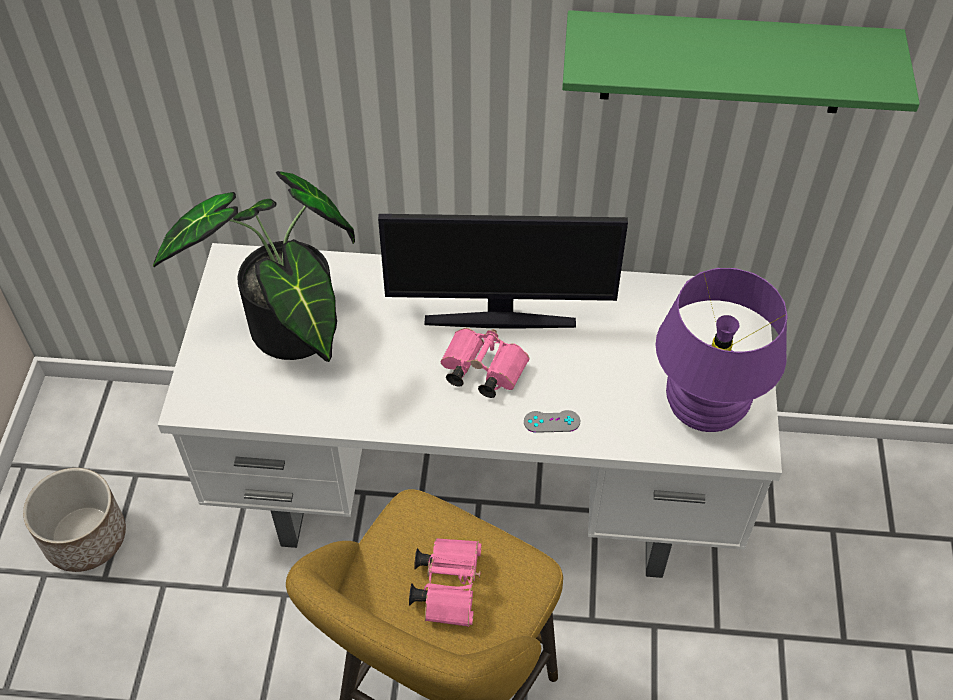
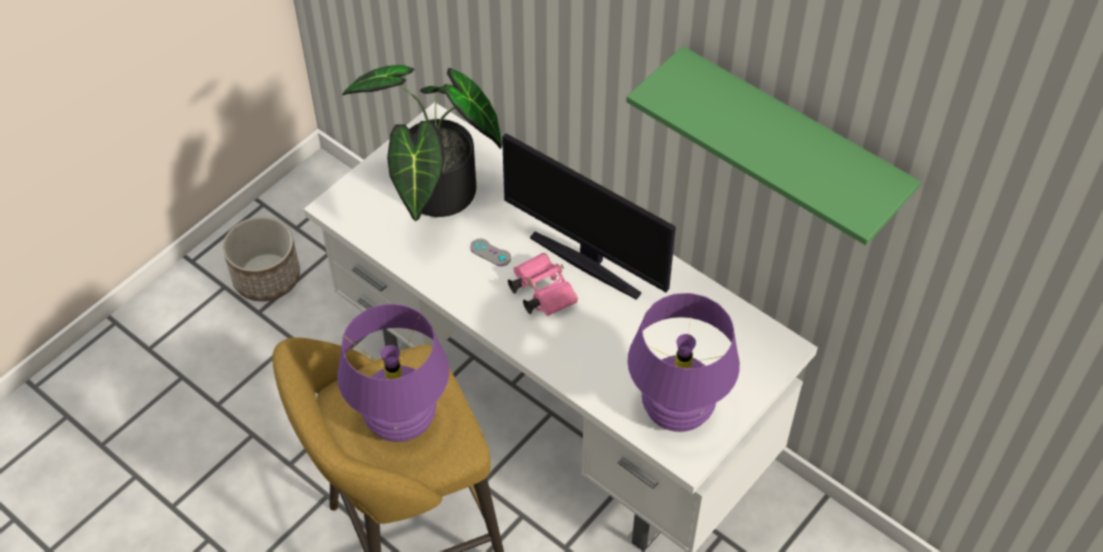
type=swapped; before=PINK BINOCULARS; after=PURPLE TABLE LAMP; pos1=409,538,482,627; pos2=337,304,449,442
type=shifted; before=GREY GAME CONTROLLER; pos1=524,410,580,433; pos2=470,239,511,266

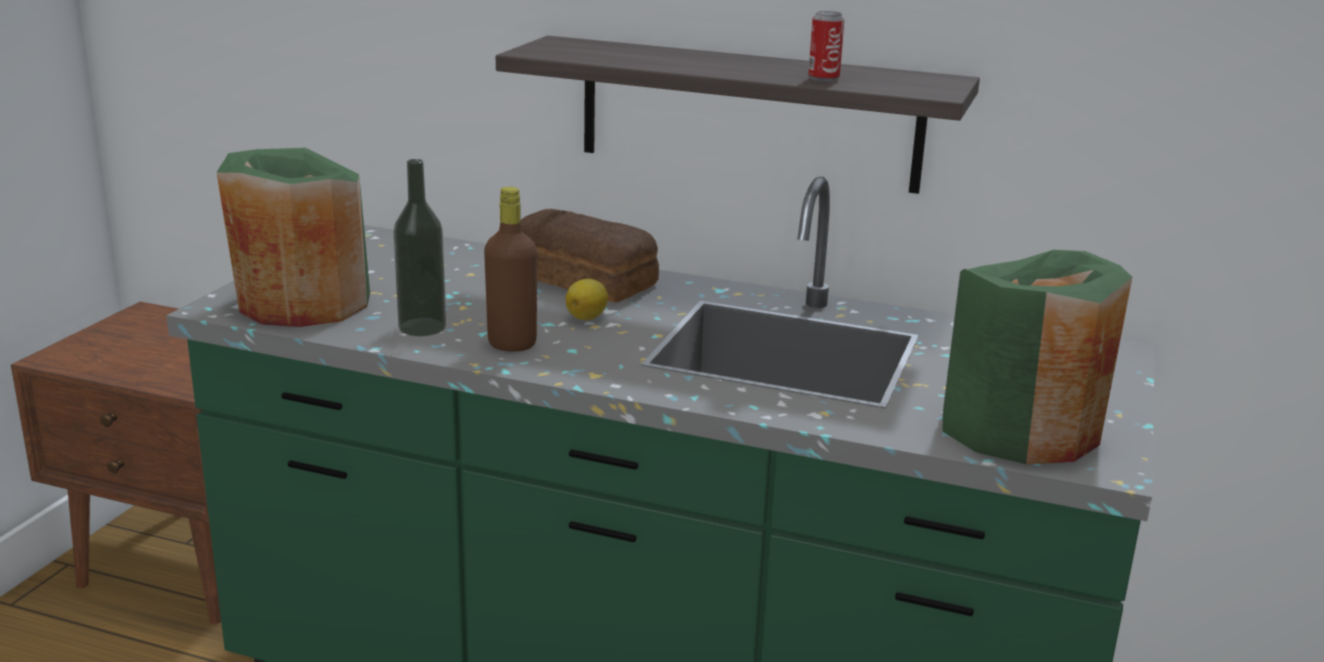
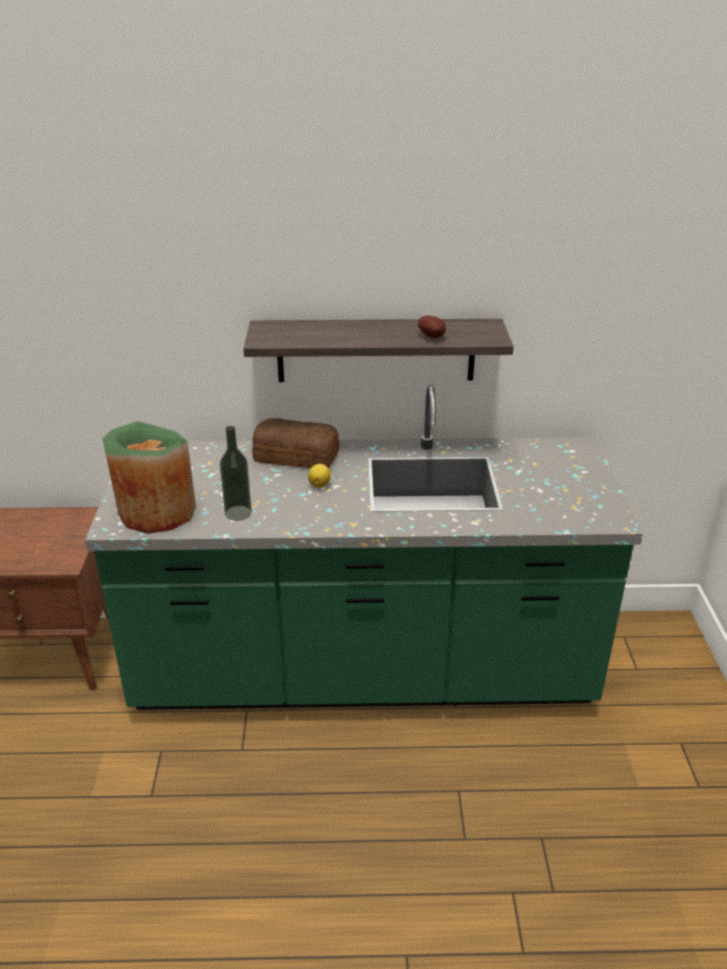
type=gone; before=BROWN BOTTLE; pos1=484,187,537,352
type=swapped; before=CAN; after=POTATO; pos1=808,11,844,82; pos2=418,316,446,339
type=gone; before=GREEN VASE; pos1=942,250,1132,464

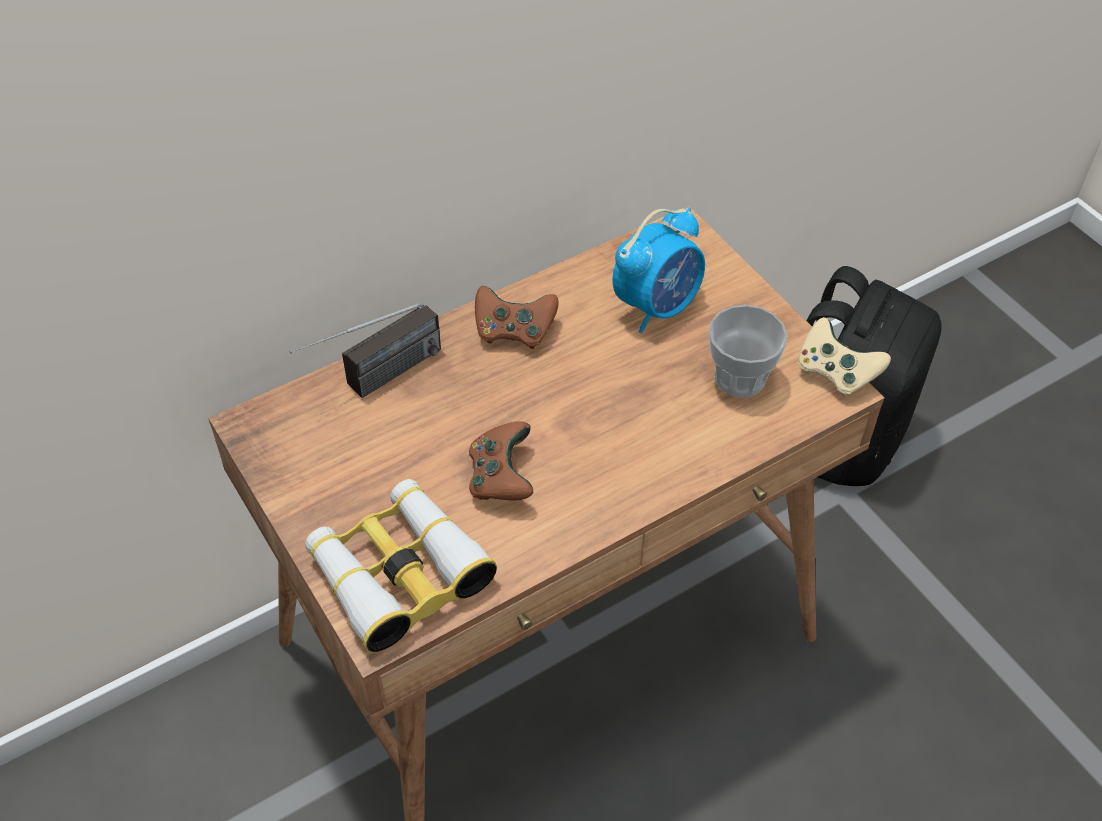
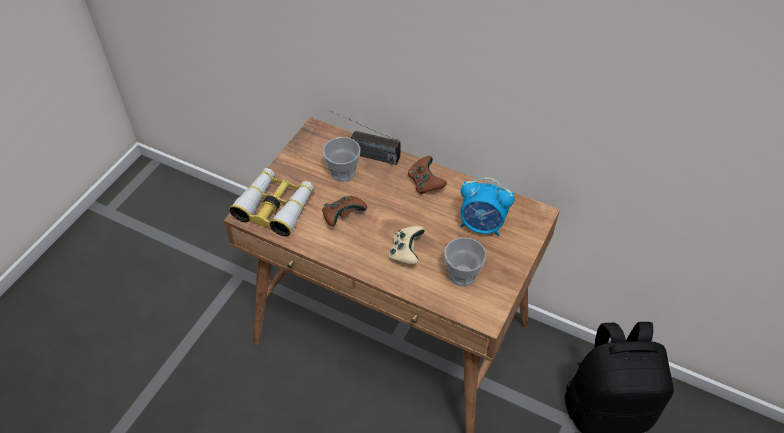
type=shifted; before=BEIGE GAME CONTROLLER; pos1=798,317,891,397; pos2=389,226,425,265
type=new; after=CUP; pos2=323,137,360,182

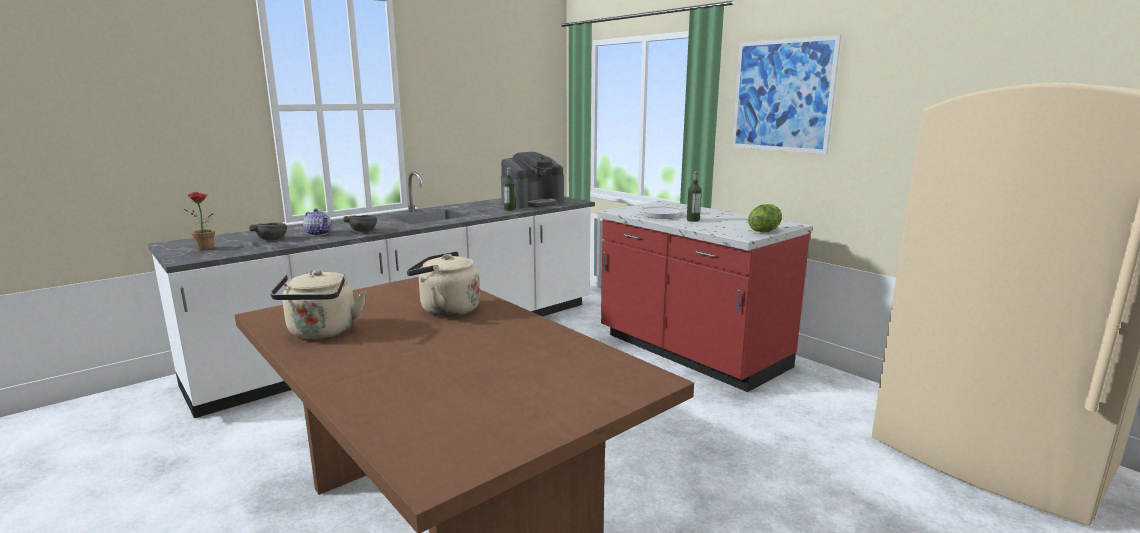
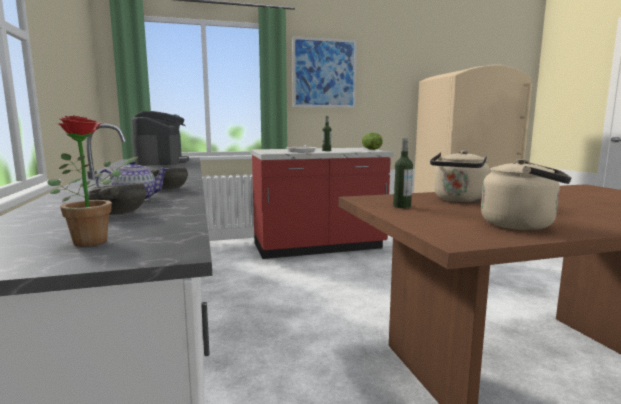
type=shifted; before=BOTTLE; pos1=503,167,515,211; pos2=393,139,413,208

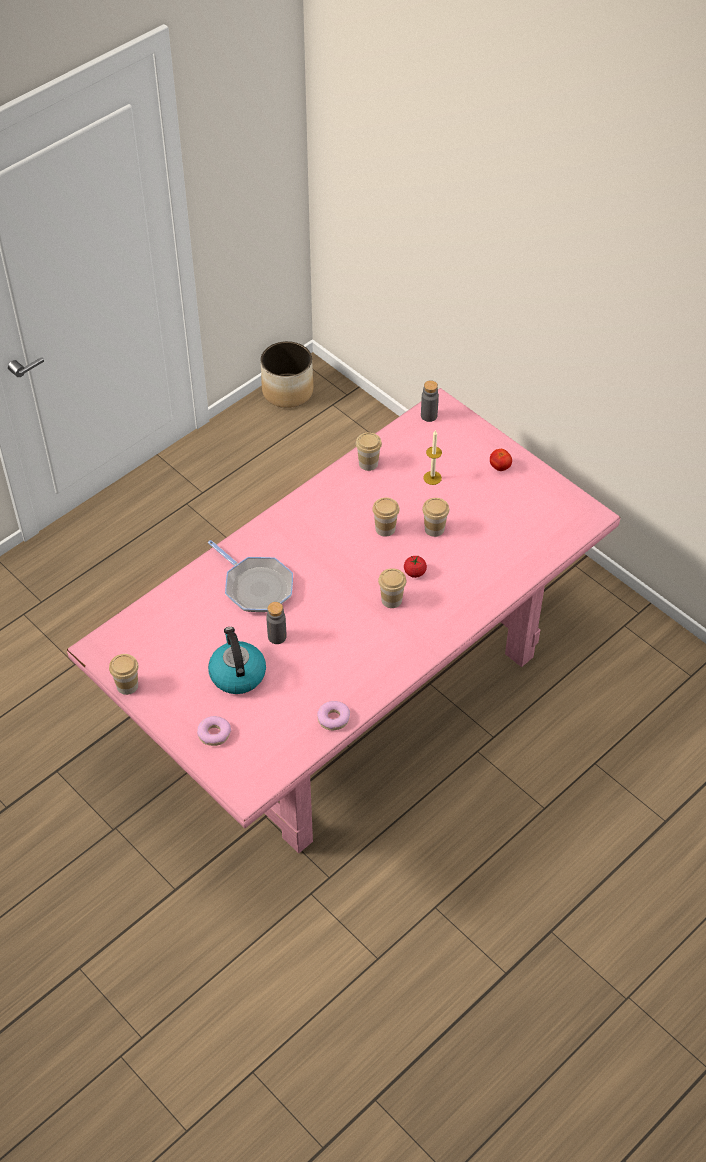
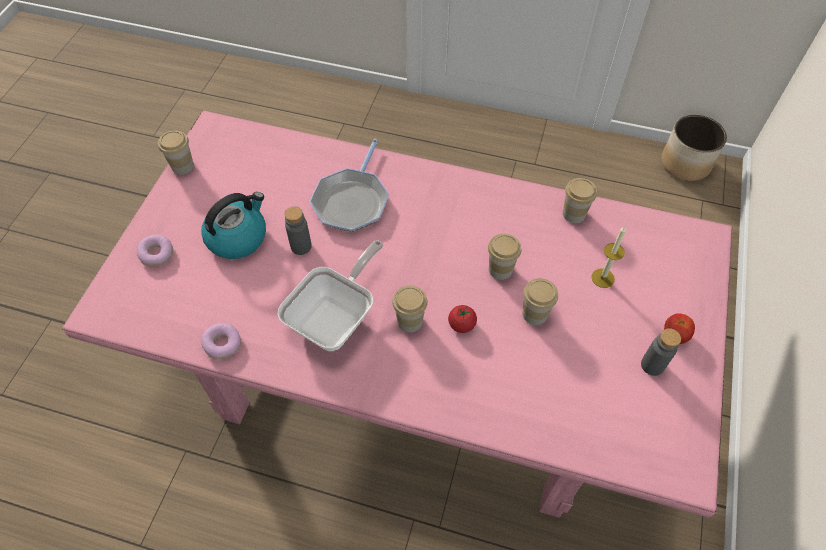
type=shifted; before=GREY BOTTLE; pos1=421,380,439,422; pos2=641,328,681,376
type=new; after=FRYING PAN; pos2=277,240,384,351

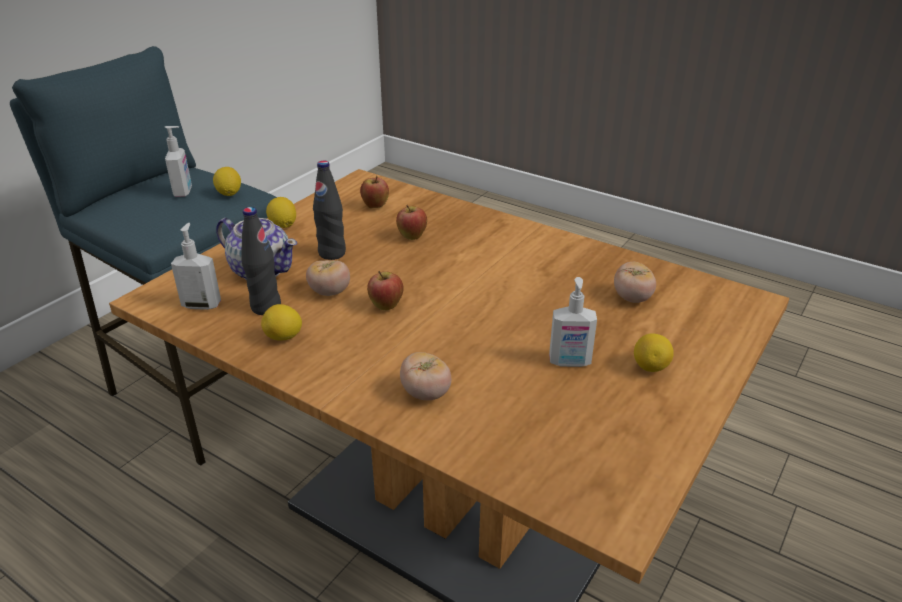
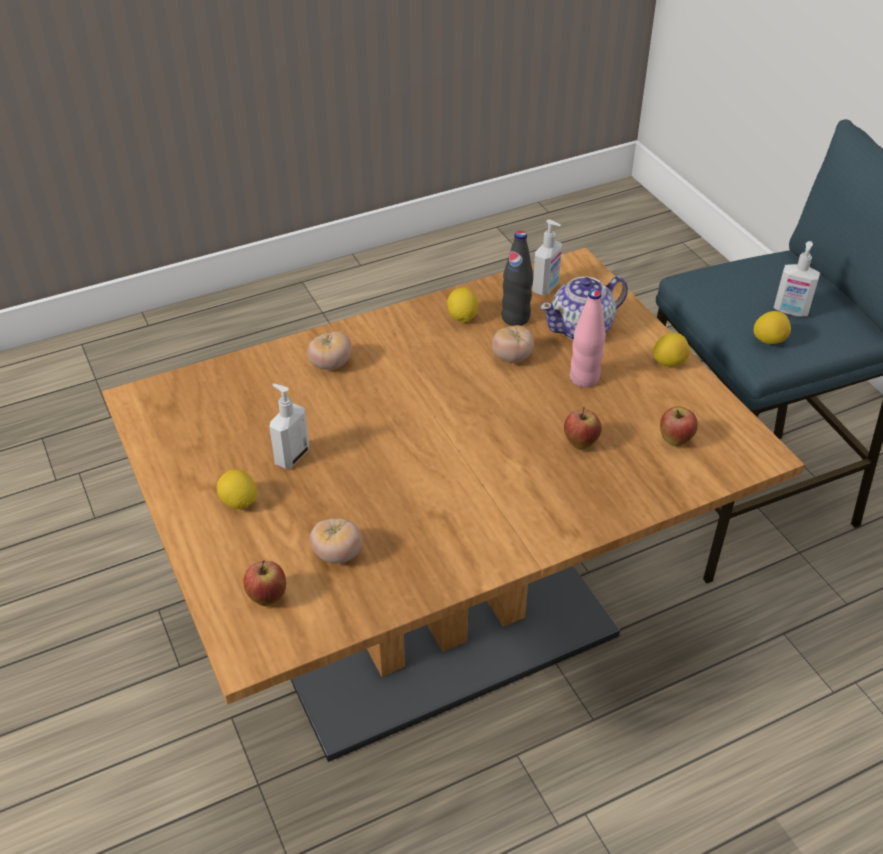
type=repainted; before=BLACK BOTTLE; after=PINK BOTTLE; pos1=313,161,346,260; pos2=570,290,606,387
type=shifted; before=APPLE; pos1=367,271,404,310; pos2=243,560,286,606

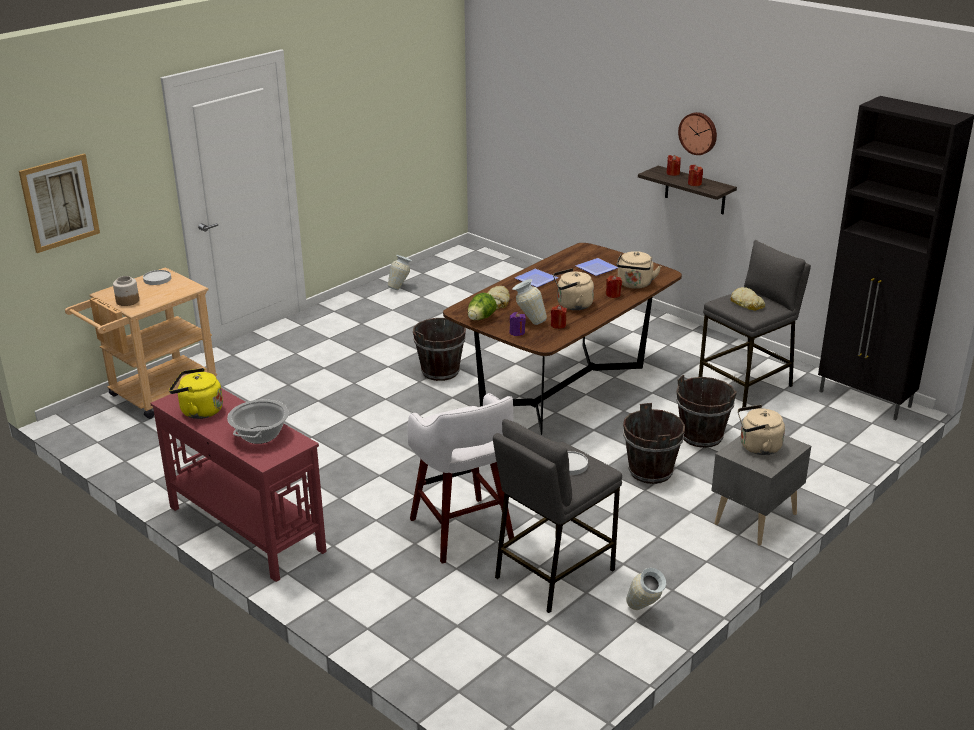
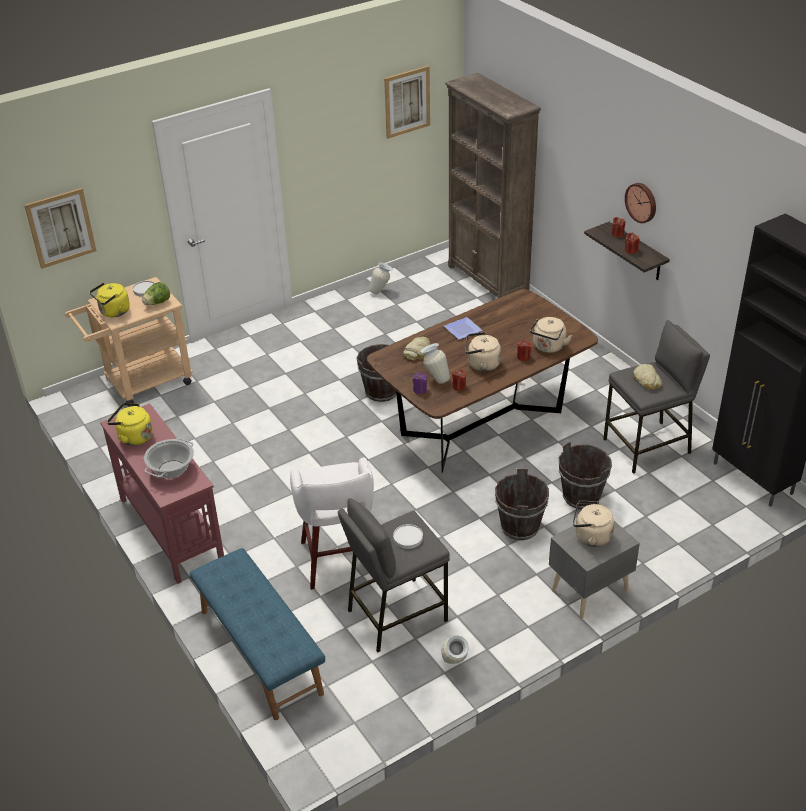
type=swapped; before=JAR; after=YELLOW KETTLE; pos1=113,276,139,306; pos2=90,283,130,317
type=shifted; before=LETTUCE; pos1=468,293,497,320; pos2=142,282,170,305
type=gone; before=PLATE; pos1=575,258,618,276
type=new; after=BLUE BENCH; pos2=189,548,325,720
type=new; after=PICTURE; pos2=384,66,430,139
type=new; after=BROWN BOOKCASE; pos2=445,73,541,298

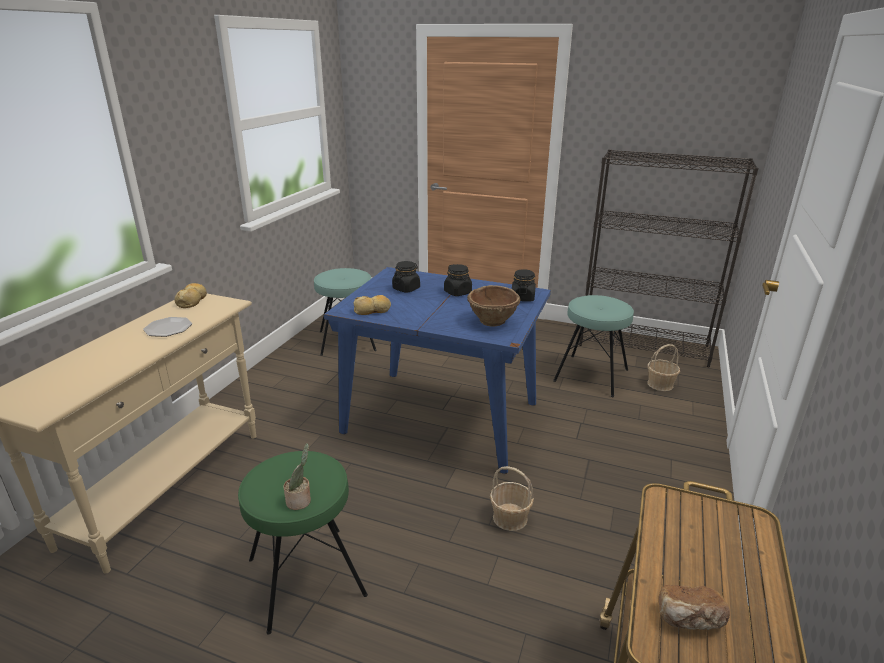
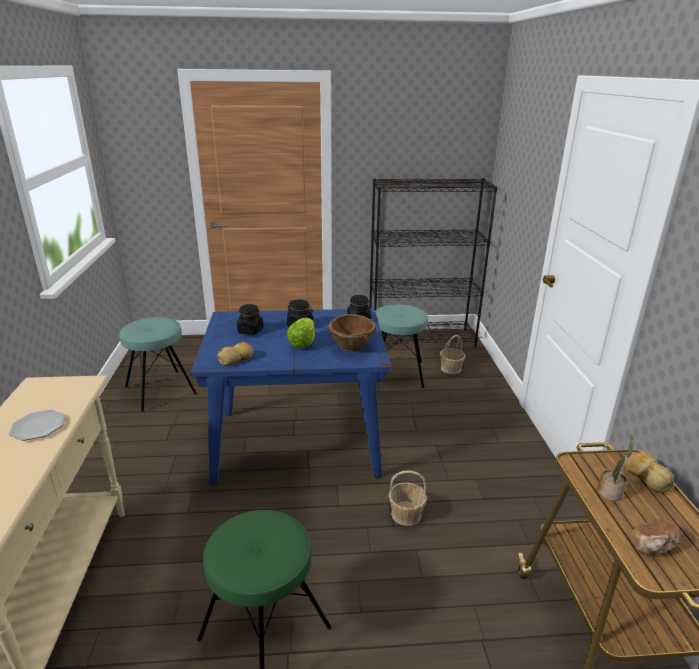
type=shifted; before=BREAD; pos1=174,283,207,308; pos2=625,452,674,493
type=shifted; before=POTTED PLANT; pos1=284,443,311,510; pos2=597,435,634,501
type=new; after=LETTUCE; pos2=287,318,315,348

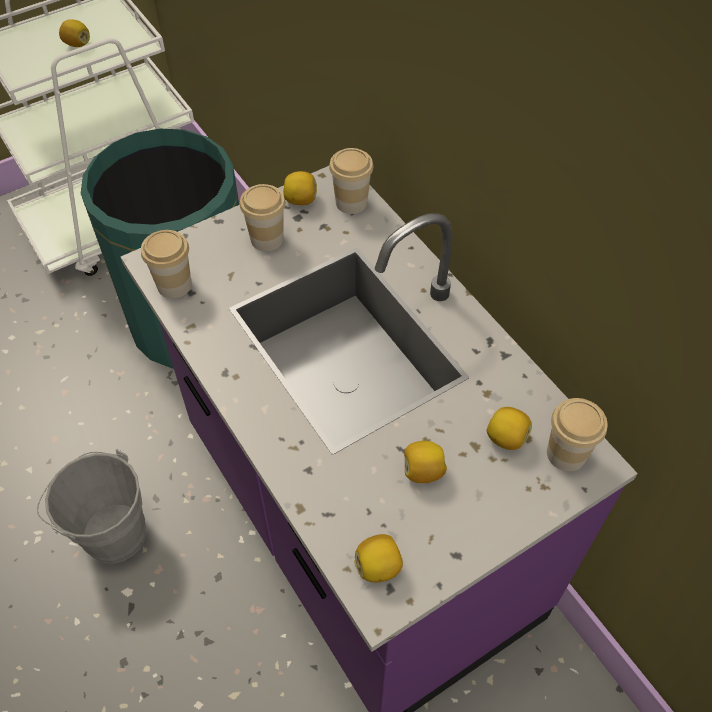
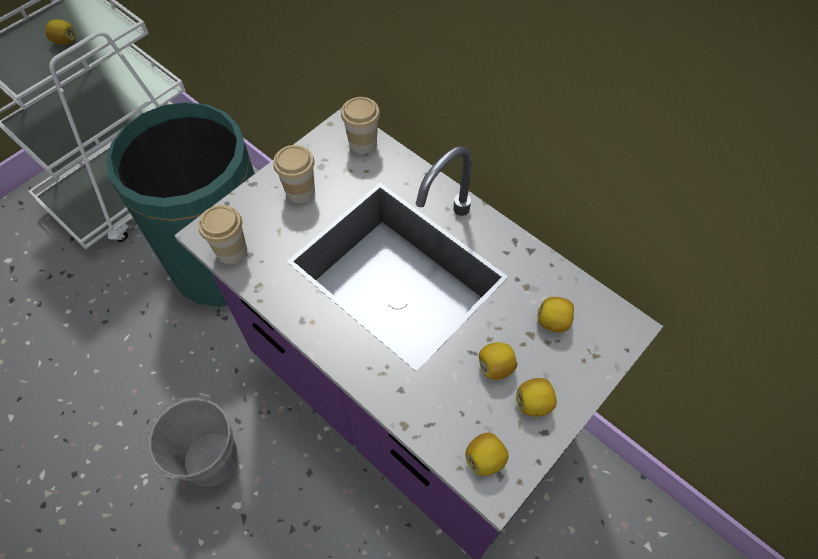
type=shifted; before=LEMON; pos1=283,171,317,205; pos2=516,378,557,417
type=gone; before=CUP; pos1=547,398,607,471

